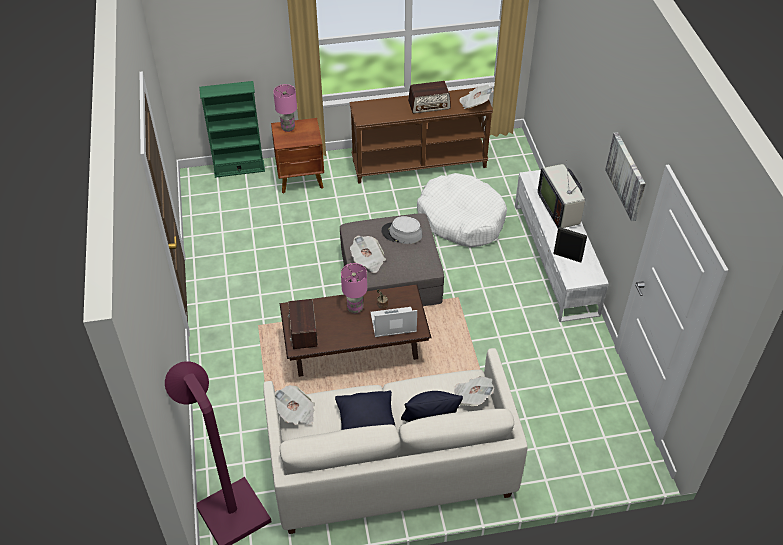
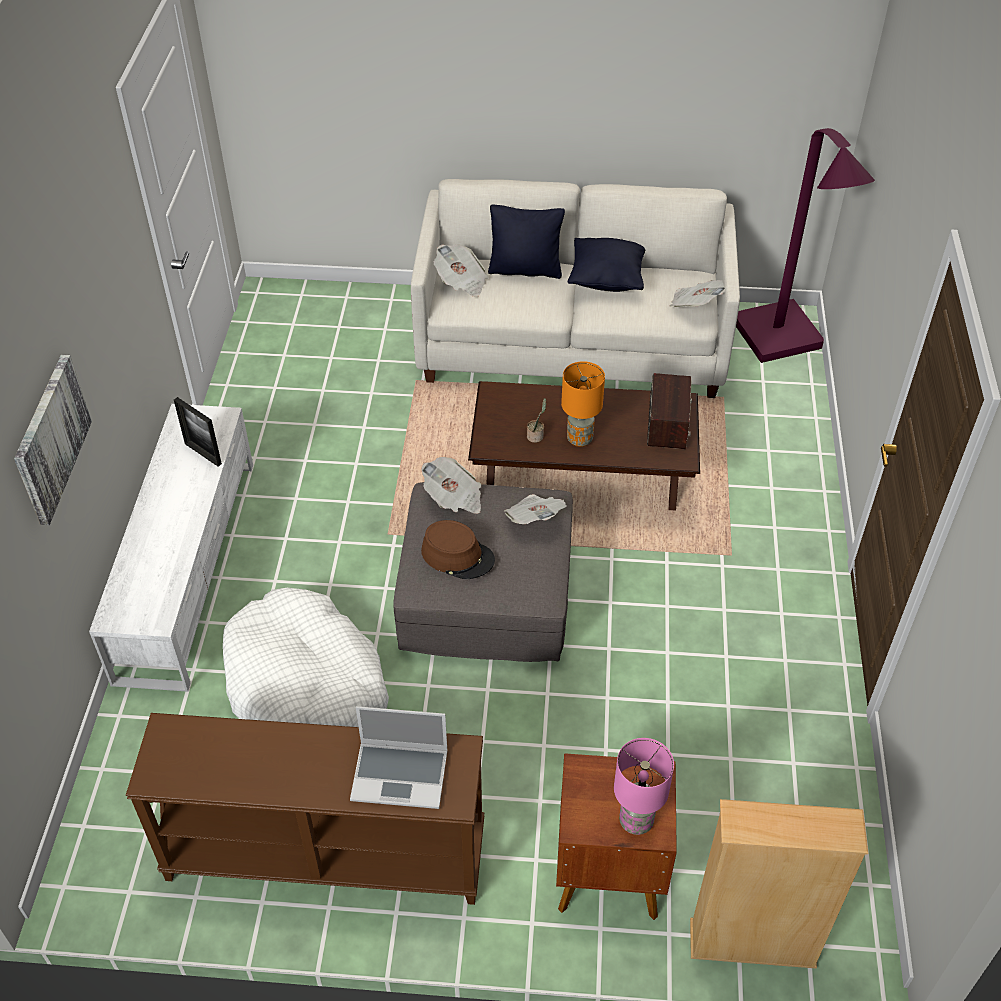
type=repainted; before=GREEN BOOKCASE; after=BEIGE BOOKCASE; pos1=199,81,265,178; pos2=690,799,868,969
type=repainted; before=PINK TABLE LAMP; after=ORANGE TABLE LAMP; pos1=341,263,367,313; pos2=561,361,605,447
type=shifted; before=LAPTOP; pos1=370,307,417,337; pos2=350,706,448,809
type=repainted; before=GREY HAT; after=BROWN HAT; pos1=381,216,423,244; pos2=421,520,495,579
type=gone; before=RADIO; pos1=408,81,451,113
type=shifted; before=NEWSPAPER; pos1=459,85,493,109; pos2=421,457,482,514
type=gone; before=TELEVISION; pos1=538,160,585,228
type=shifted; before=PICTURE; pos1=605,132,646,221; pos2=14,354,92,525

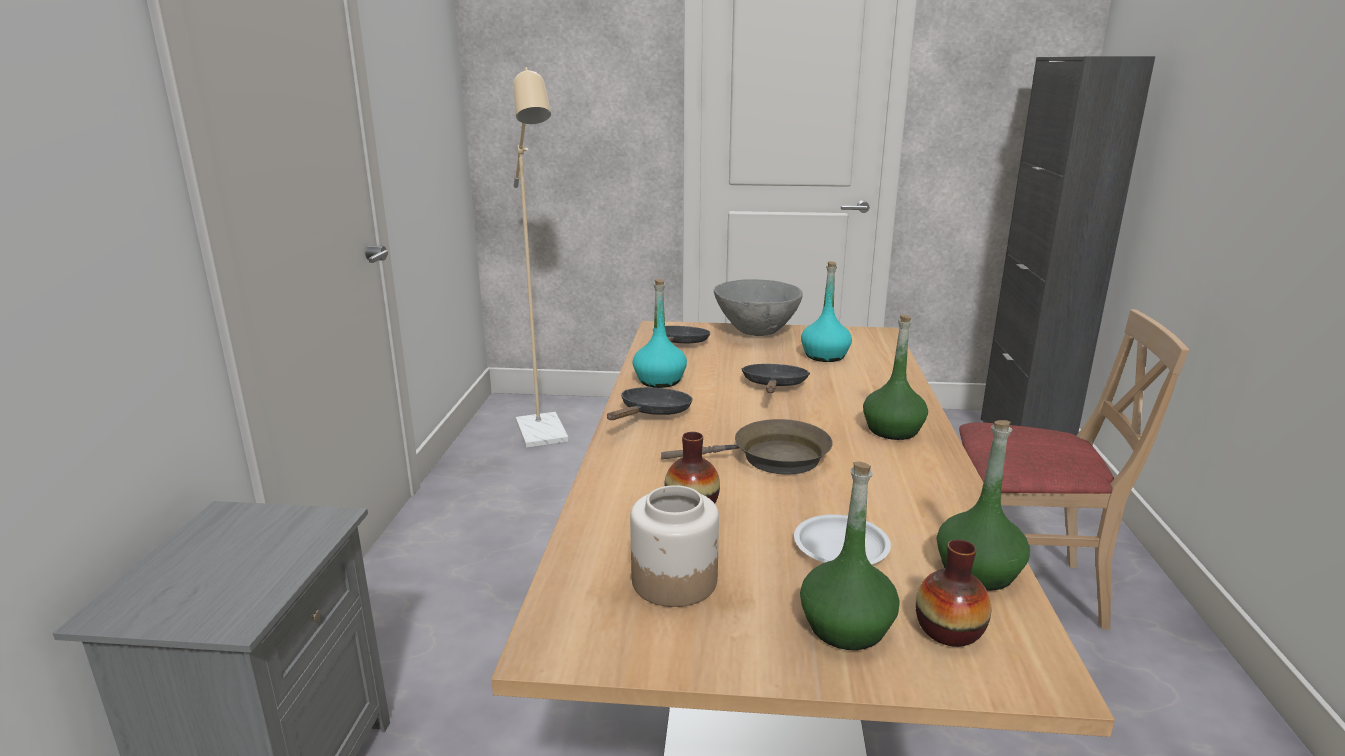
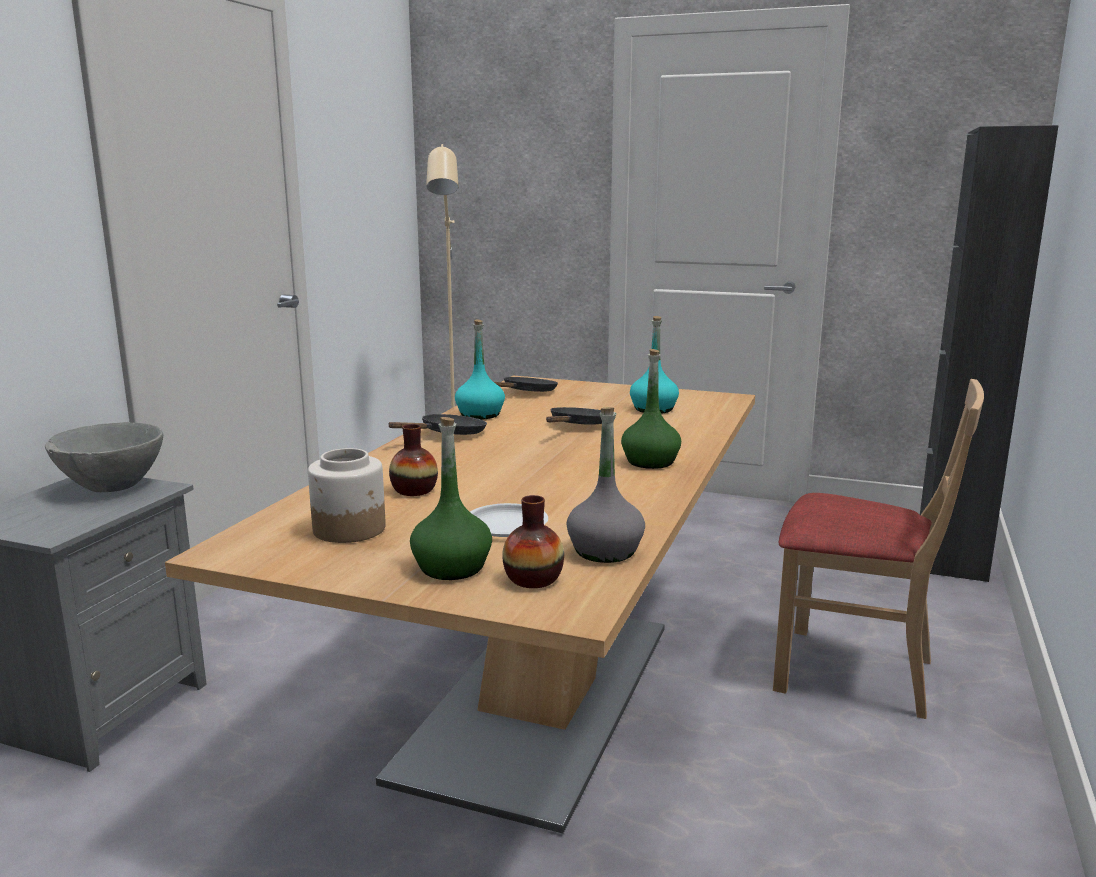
type=gone; before=BROWN FRYING PAN; pos1=661,419,833,474
type=shifted; before=GREY BOWL; pos1=714,279,803,336; pos2=45,422,163,492
type=repainted; before=GREEN BOTTLE; after=GREY BOTTLE; pos1=937,420,1030,591; pos2=567,407,645,563

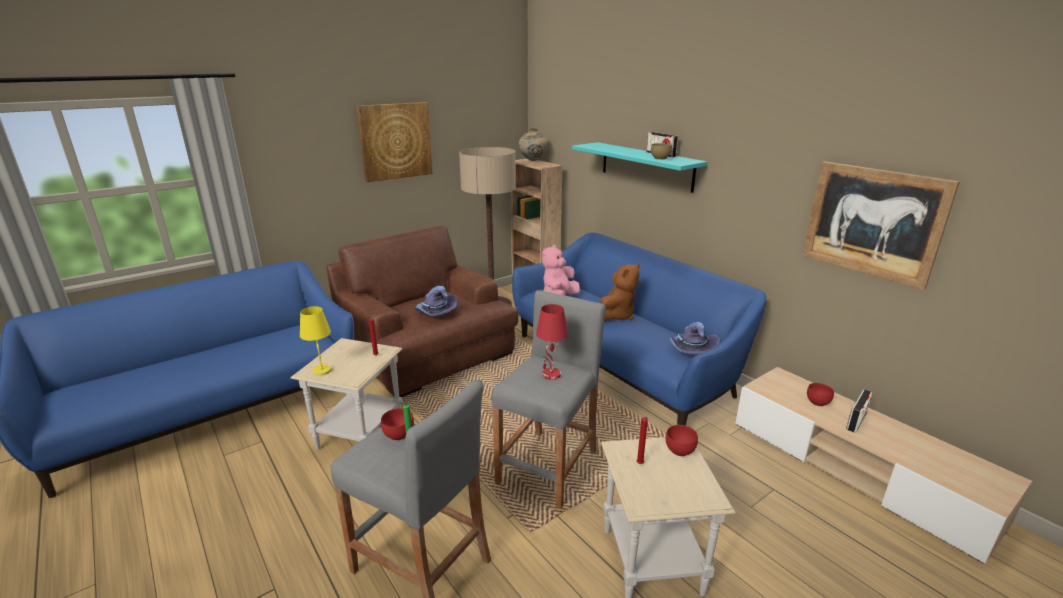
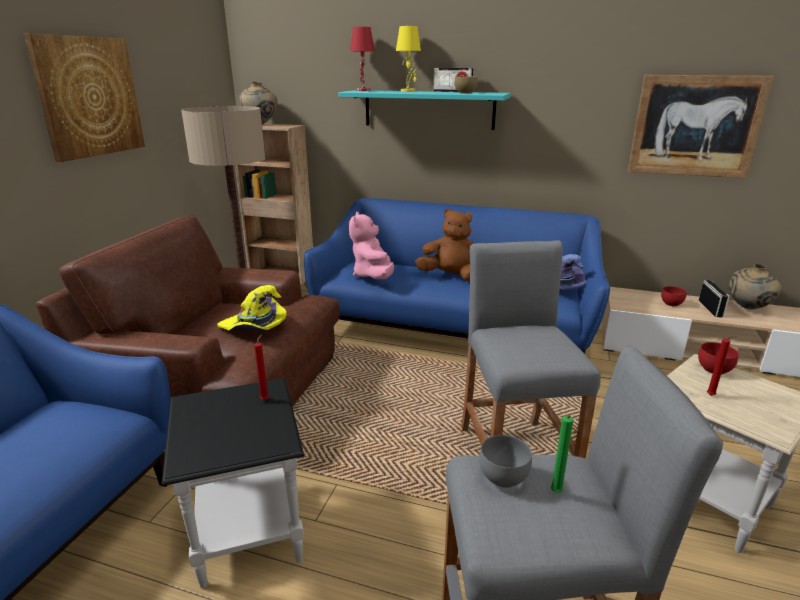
type=repainted; before=BEIGE SIDE TABLE; after=BLACK SIDE TABLE; pos1=291,338,403,450; pos2=161,378,304,588
type=shifted; before=YELLOW TABLE LAMP; pos1=300,306,331,376; pos2=396,26,421,92
type=repainted; before=RED BOWL; after=GREY BOWL; pos1=381,408,414,440; pos2=479,435,532,488
type=repainted; before=PURPLE HAT; after=YELLOW HAT; pos1=415,286,457,316; pos2=217,285,287,330
type=shifted; before=RED TABLE LAMP; pos1=536,304,568,380; pos2=350,27,375,91
type=rotated; before=BROWN PLUSH TOY; pos1=601,263,640,322; pos2=415,209,475,282; turn=-75
type=new; after=BEIGE VASE; pos2=729,264,781,309

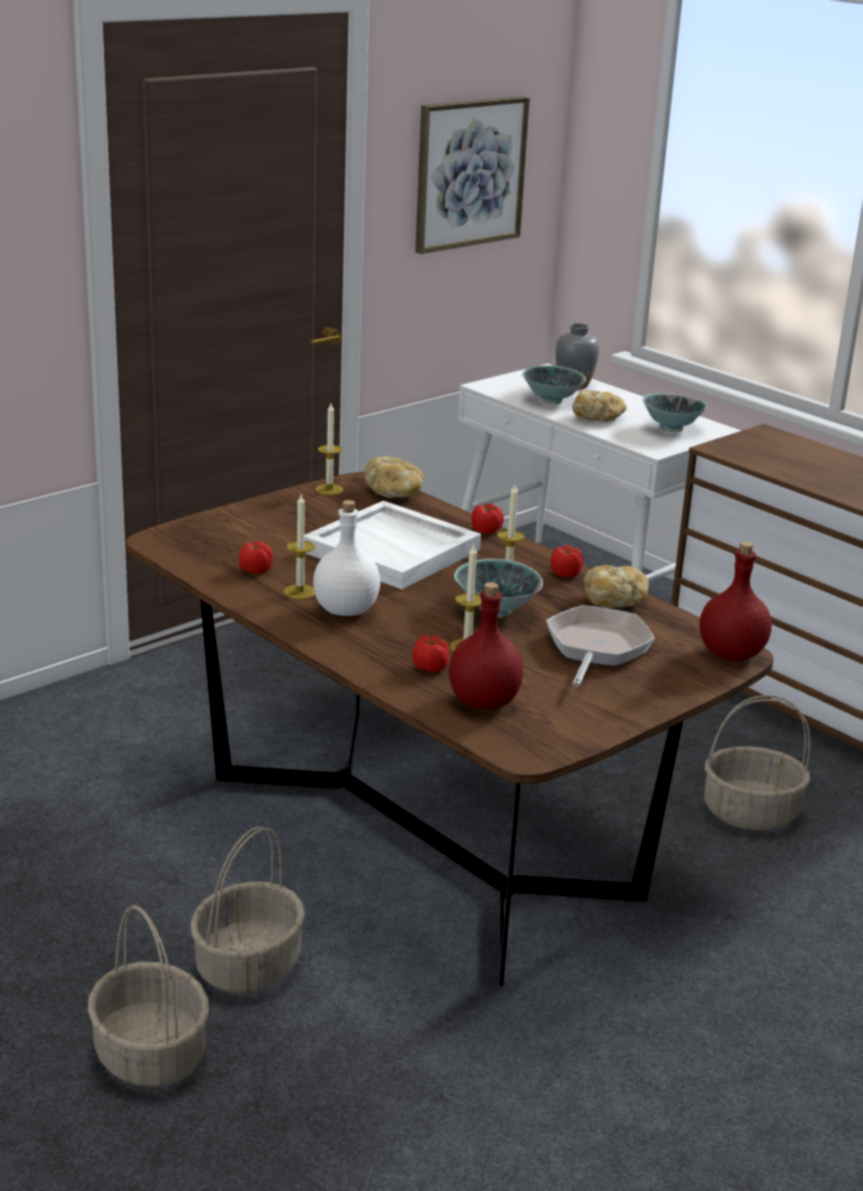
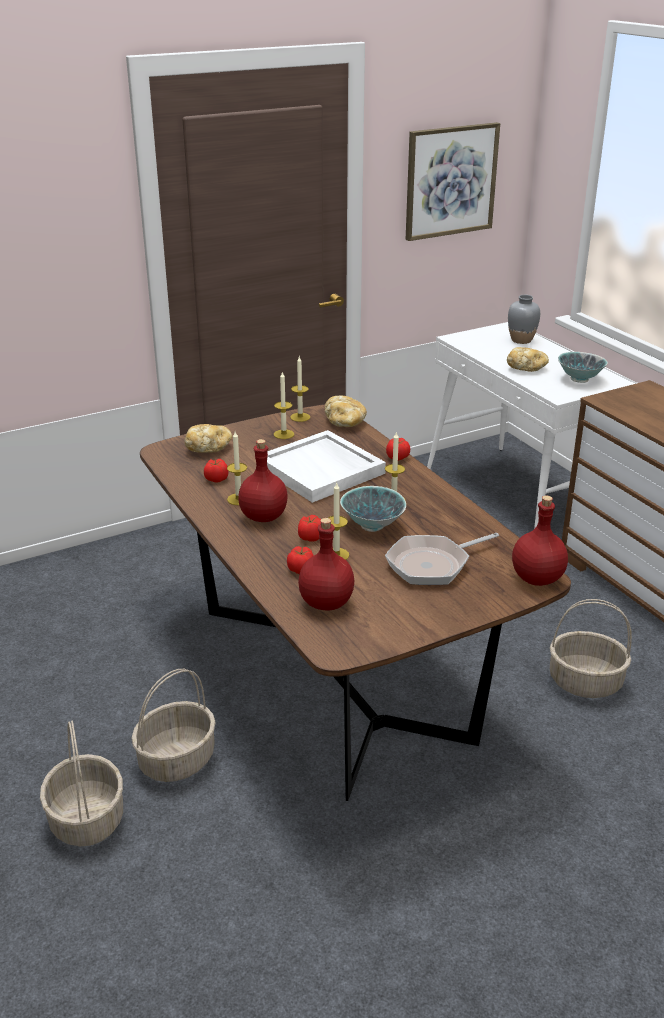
type=repainted; before=WHITE BOTTLE; after=RED BOTTLE; pos1=313,500,380,616; pos2=238,439,288,522
type=gone; before=BOWL; pos1=522,365,586,405
type=rotated; before=FRYING PAN; pos1=546,605,655,687; pos2=385,533,499,585; turn=-150
type=shifted; before=TOMATO; pos1=550,545,583,578; pos2=298,515,321,542
type=shifted; before=BREAD; pos1=584,565,649,608; pos2=185,424,232,453
type=new; after=CANDLE; pos2=274,372,294,439

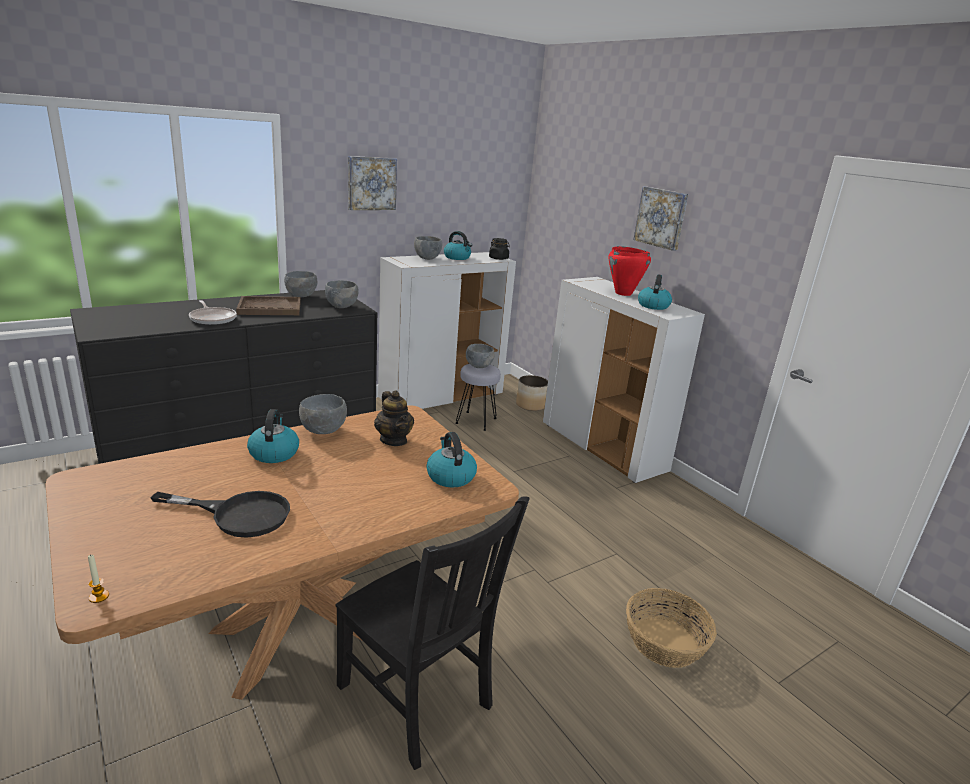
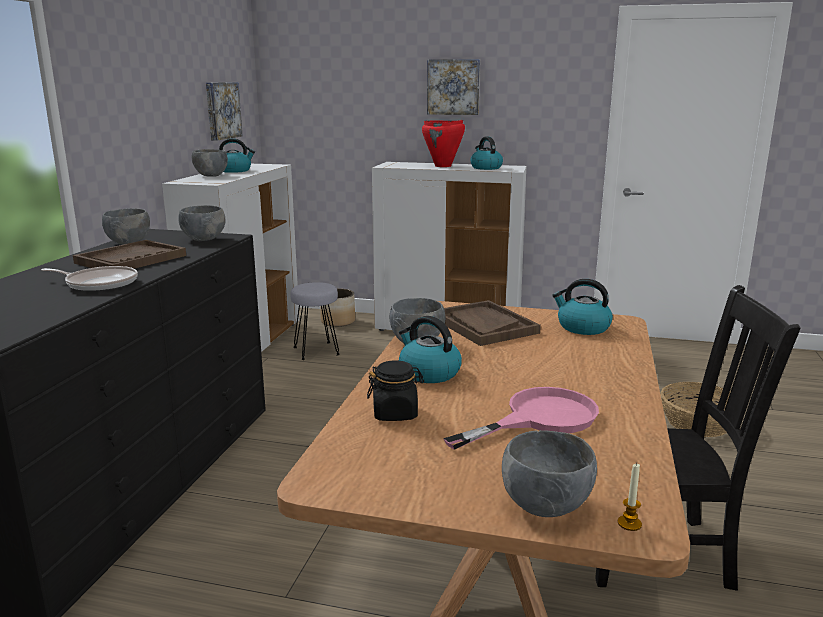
type=repainted; before=BLACK FRYING PAN; after=PINK FRYING PAN; pos1=151,491,290,538; pos2=443,387,599,450
type=shifted; before=PICTURE; pos1=348,156,397,210; pos2=206,82,243,141
type=swapped; before=TEAPOT; after=BROWN TRAY; pos1=374,391,414,446; pos2=444,300,541,346
type=shifted; before=GREY BOWL; pos1=466,344,495,368; pos2=502,430,597,517
type=shifted; before=BLACK JAR; pos1=489,238,510,260; pos2=367,360,424,421

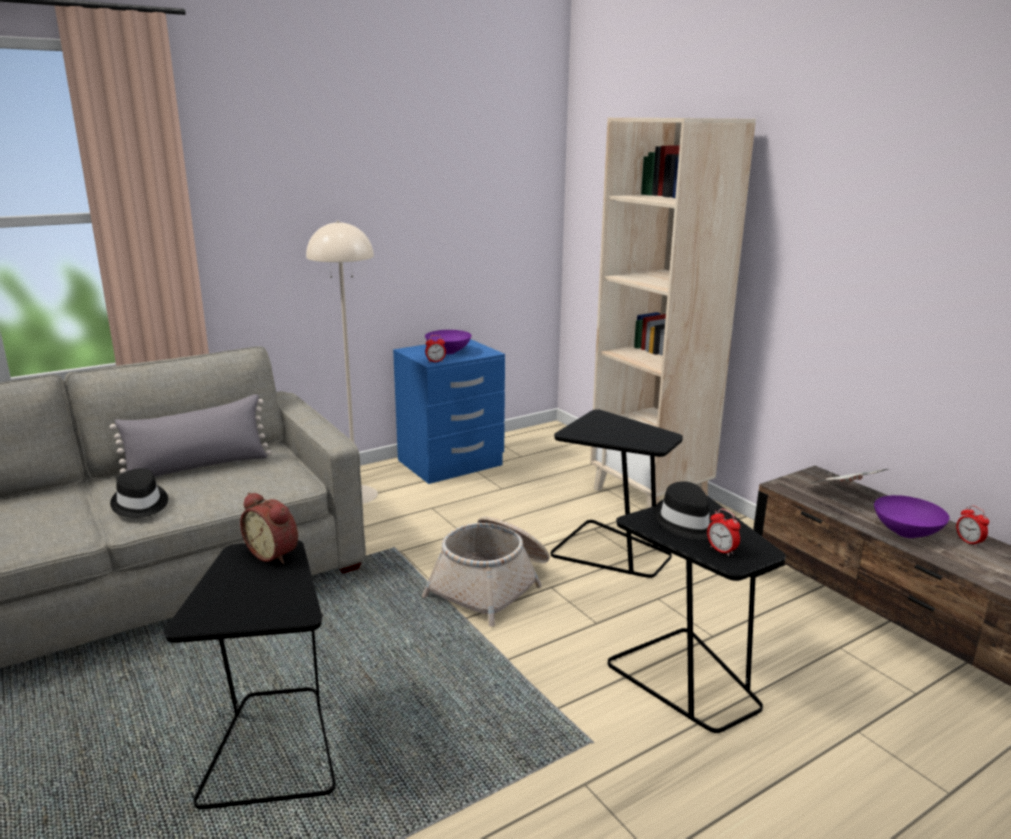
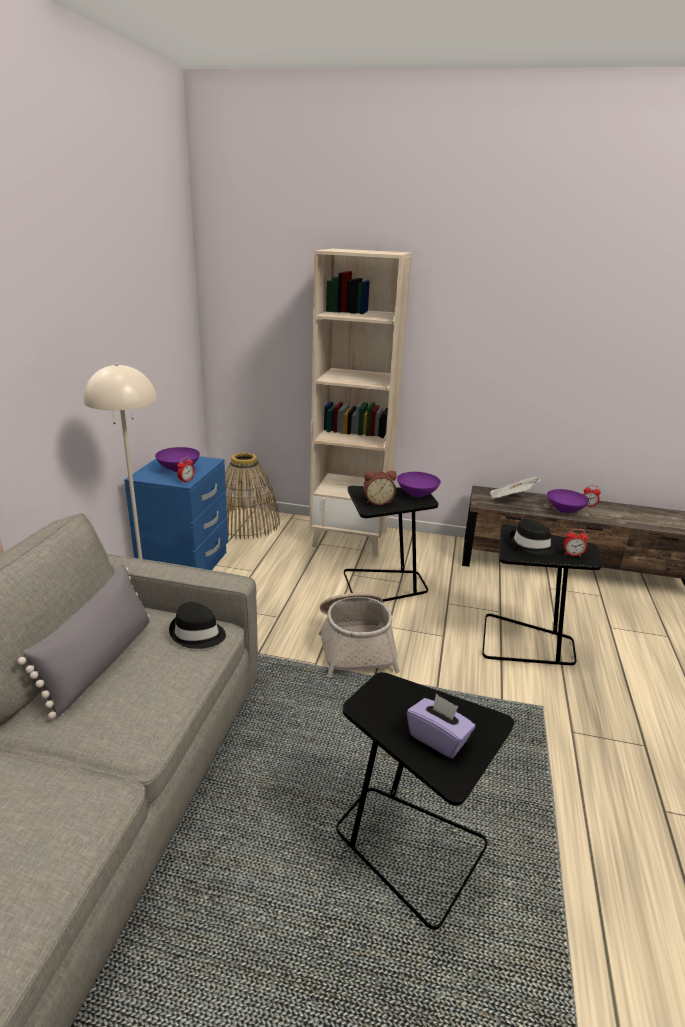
type=shifted; before=BLACK HAT; pos1=110,468,168,518; pos2=169,602,226,649
type=shifted; before=ALARM CLOCK; pos1=240,492,298,564; pos2=363,471,397,505
type=new; after=BASKET; pos2=225,453,280,540
type=new; after=PURPLE BOWL; pos2=397,472,441,497
type=new; after=PURPLE TISSUE BOX; pos2=407,694,475,758

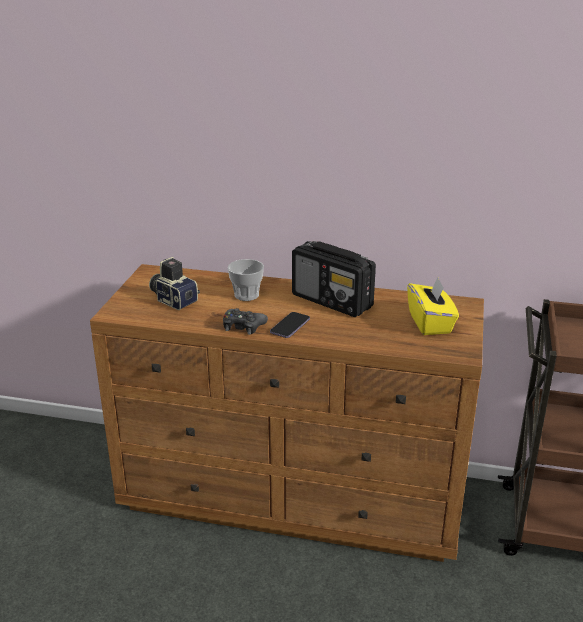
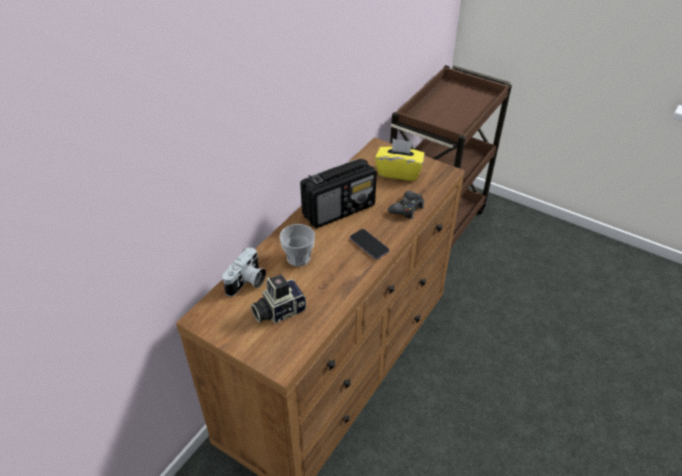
type=shifted; before=BLACK GAME CONTROLLER; pos1=223,308,268,335; pos2=388,191,424,219
type=new; after=PHOTO CAMERA; pos2=222,247,266,297

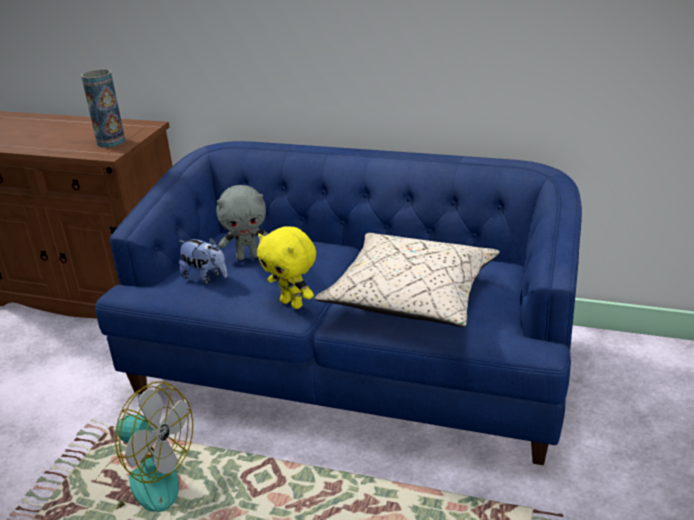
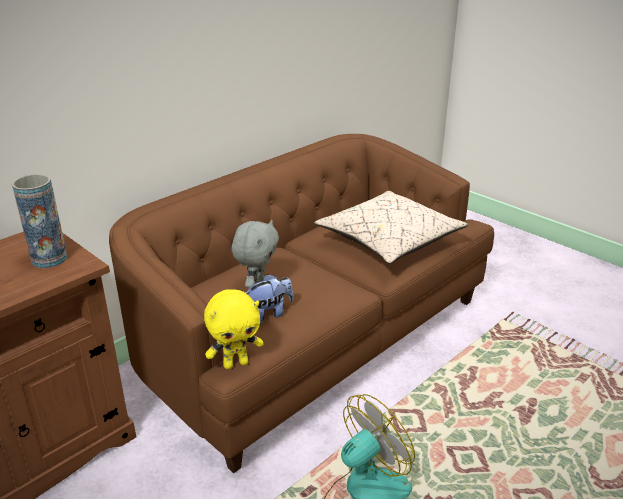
type=repainted; before=BLUE SOFA; after=BROWN SOFA; pos1=95,141,582,465; pos2=109,134,494,473
type=shifted; before=YELLOW PLUSH TOY; pos1=257,226,316,309; pos2=204,289,264,369

